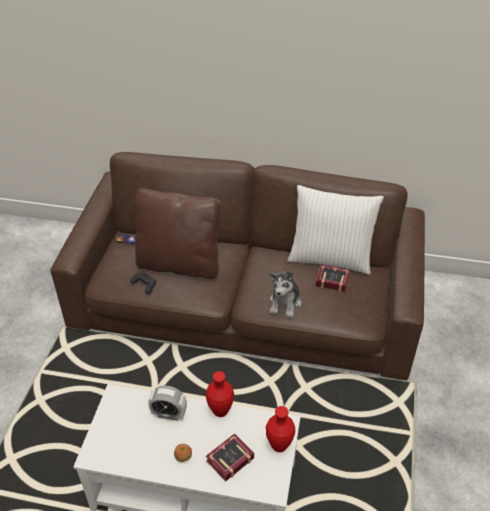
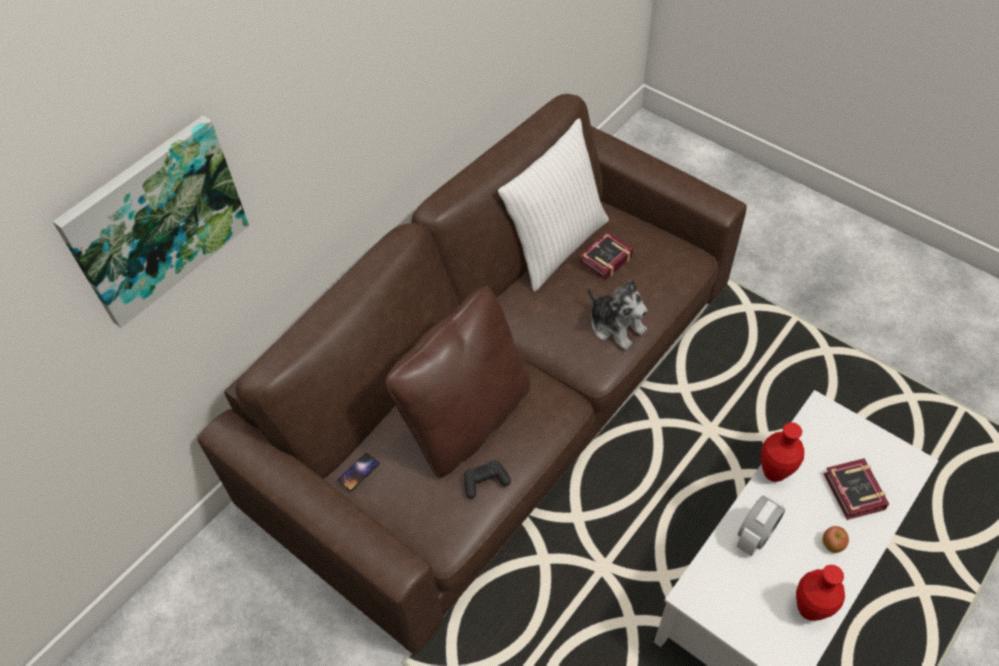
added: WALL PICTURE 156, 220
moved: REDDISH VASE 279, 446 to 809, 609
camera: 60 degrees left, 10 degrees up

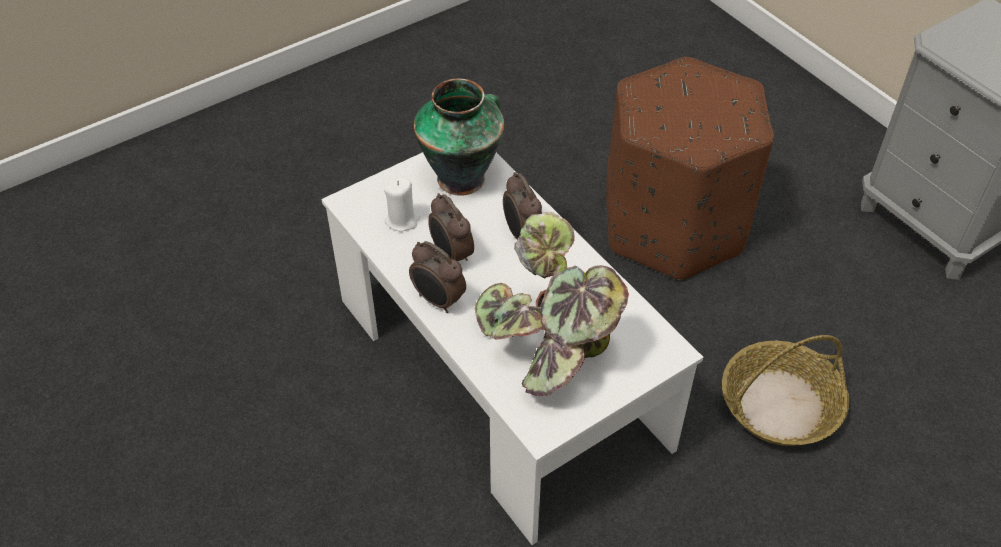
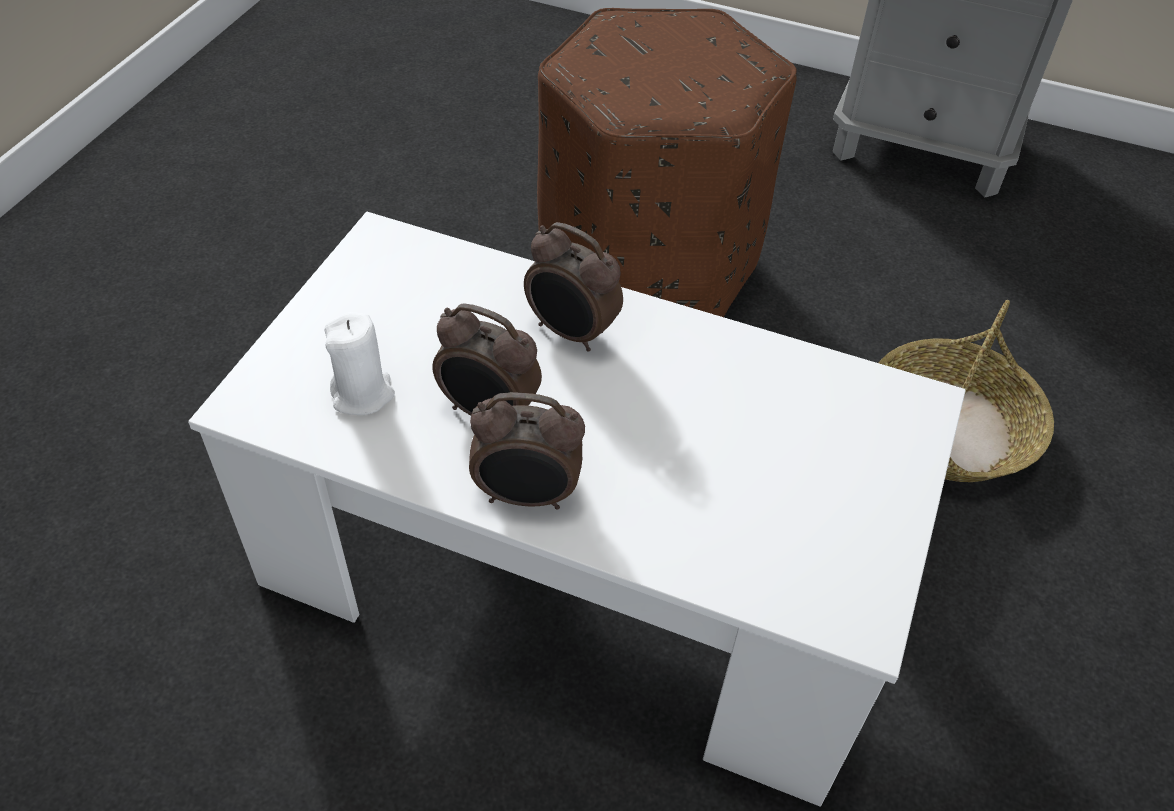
removed: VASE 463, 177; HOUSEPLANT 550, 346
camera: 35 degrees left, 0 degrees up

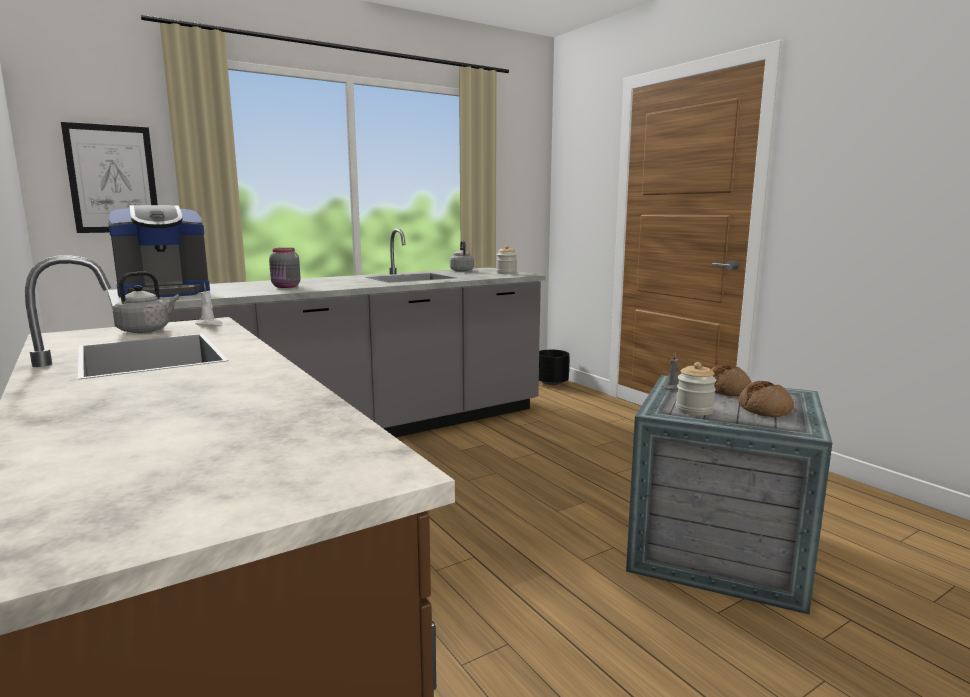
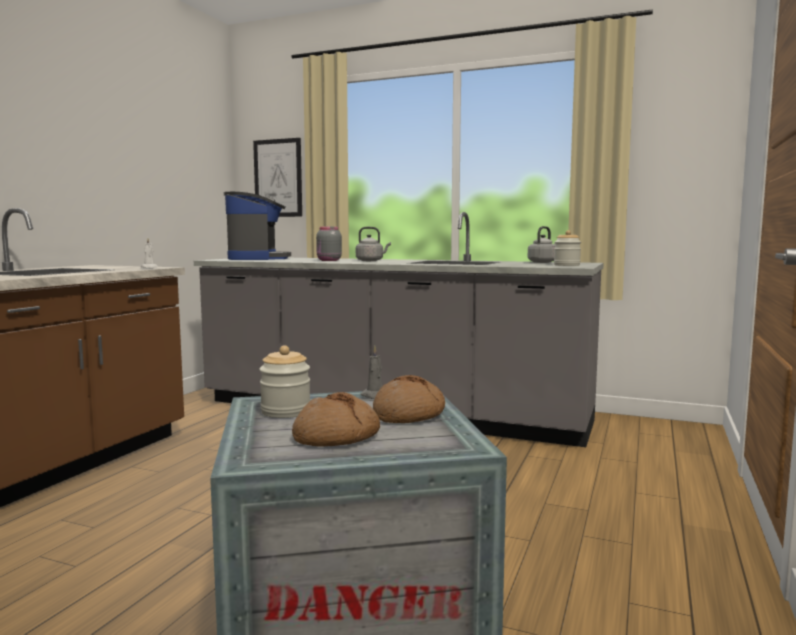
removed: BLACKISH FLOWER POT 552, 383
moved: GREYISH KETTLE 146, 330 to 371, 261
turned: COFFEE MAKER 165, 292 = 258, 258 120 degrees counterclockwise
camera: 55 degrees right, 5 degrees down

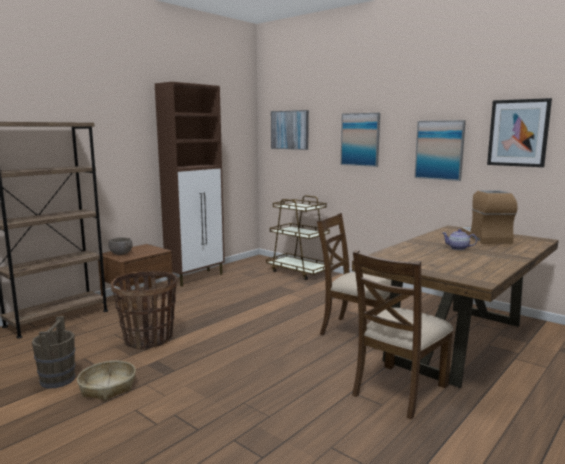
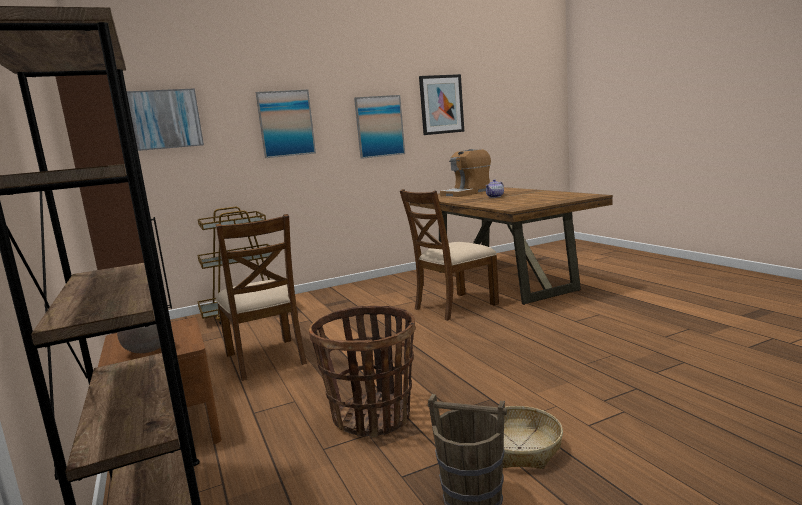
moved: BROWN UPRIGHT CHAIR 398, 390 to 266, 358
turned: COFFEE MAKER 485, 238 = 467, 193 60 degrees counterclockwise
camera: 65 degrees left, 0 degrees up

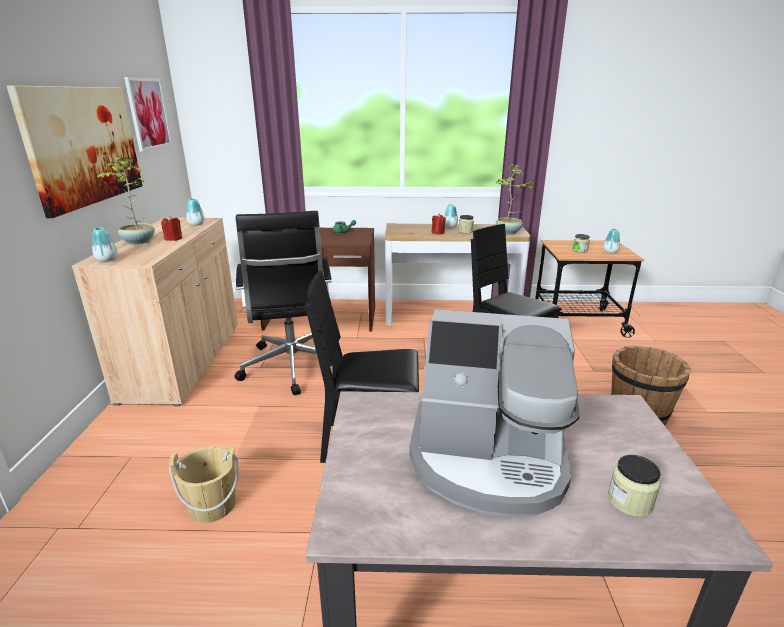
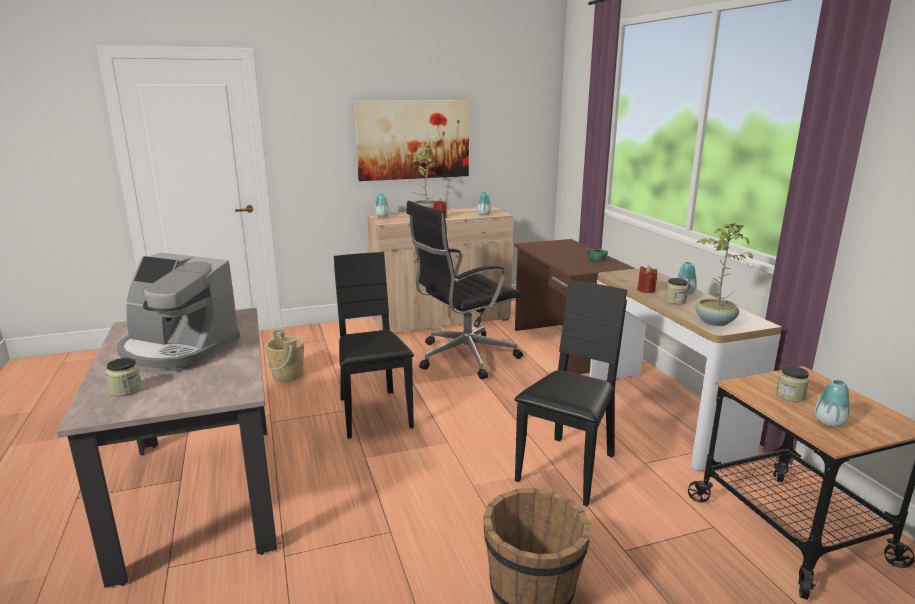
removed: WALL PICTURE 148, 114
turned: COFFEE MAKER 488, 458 = 178, 350 60 degrees counterclockwise
camera: 70 degrees right, 5 degrees down

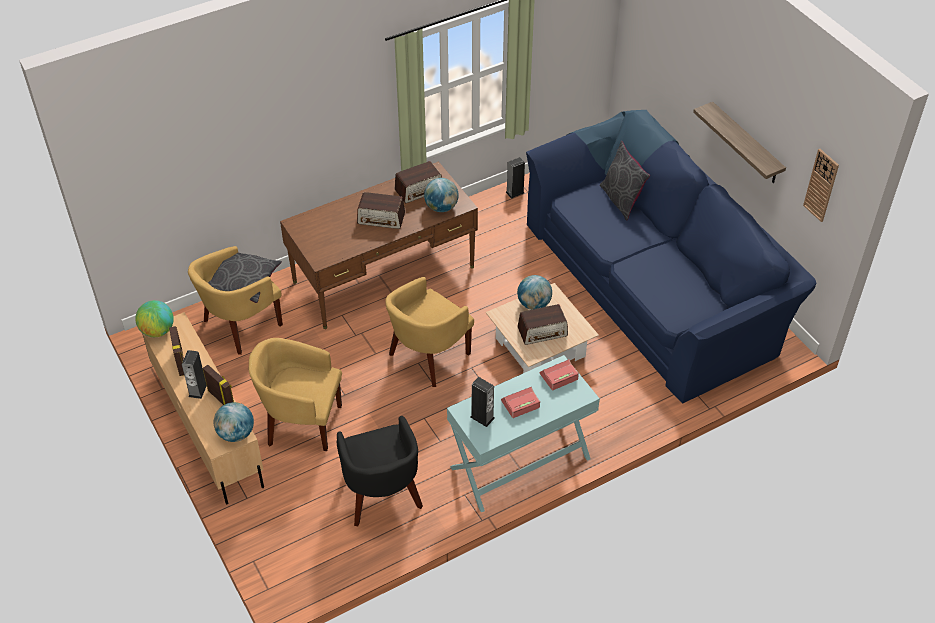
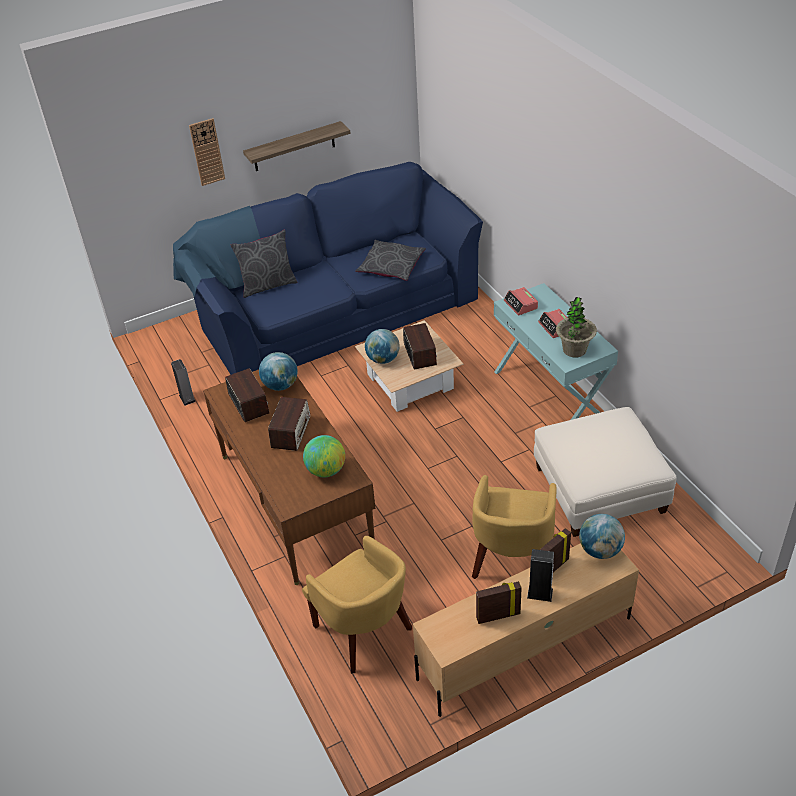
removed: YELLOWISH LOUNGE CHAIR 428, 357
moved: CLOCK ON THE WALL 821, 185 to 207, 152; GLOBE 157, 331 to 326, 470; GREYISH PILLOW 243, 281 to 391, 266
replaced: BLACKISH LOUNGE CHAIR 381, 495 to WHITE OTTOMAN 600, 489; SPEAKER 482, 417 to HOUSEPLANT 574, 350
camera: 85 degrees left, 5 degrees down

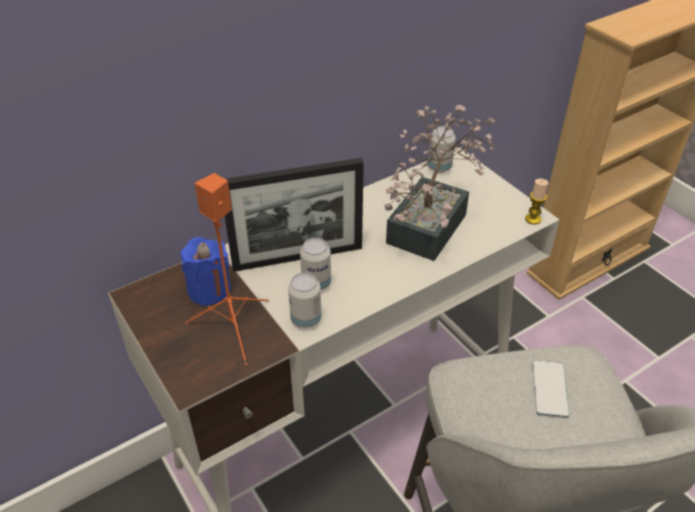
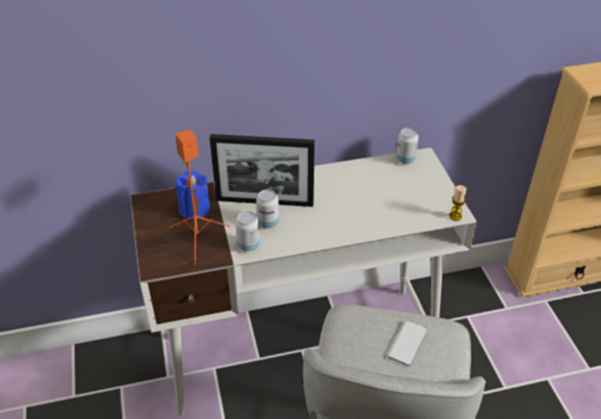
removed: HOUSEPLANT 432, 222
camera: 20 degrees right, 0 degrees up

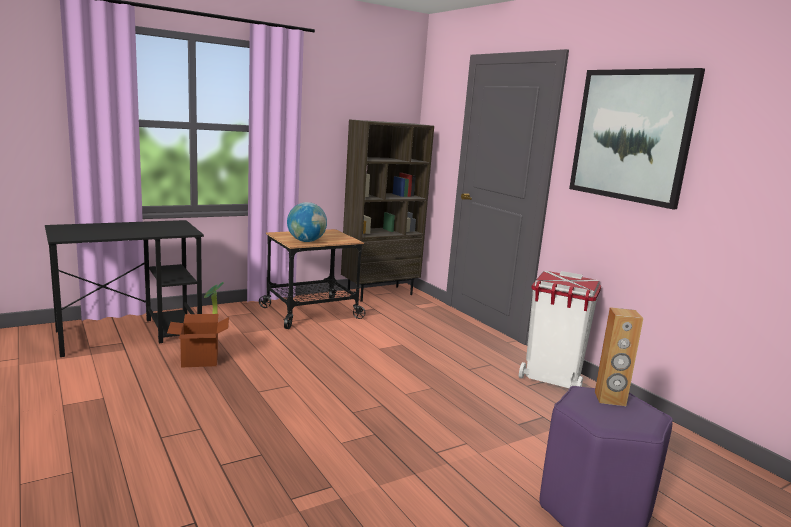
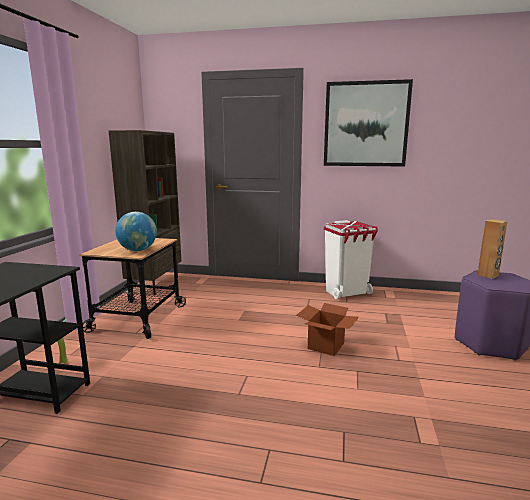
moved: CARTON 200, 360 to 326, 346
camera: 45 degrees left, 0 degrees up

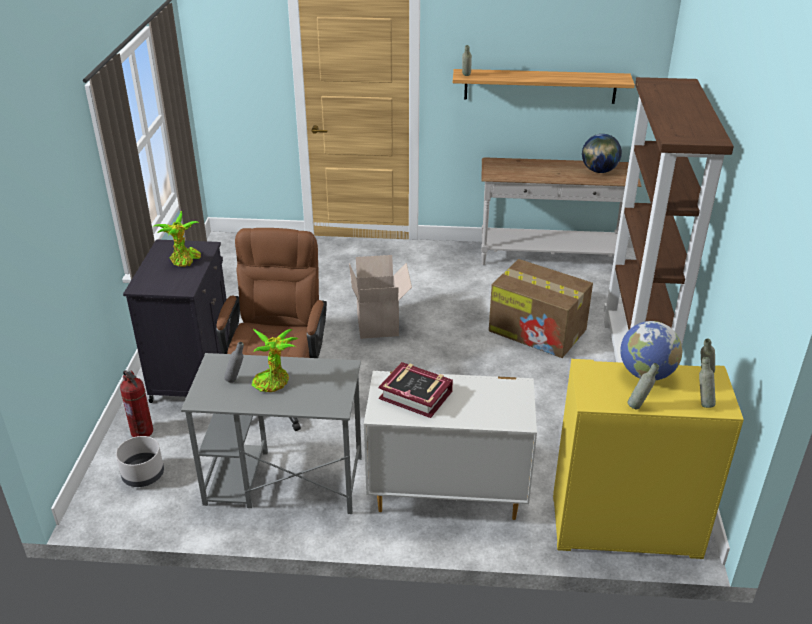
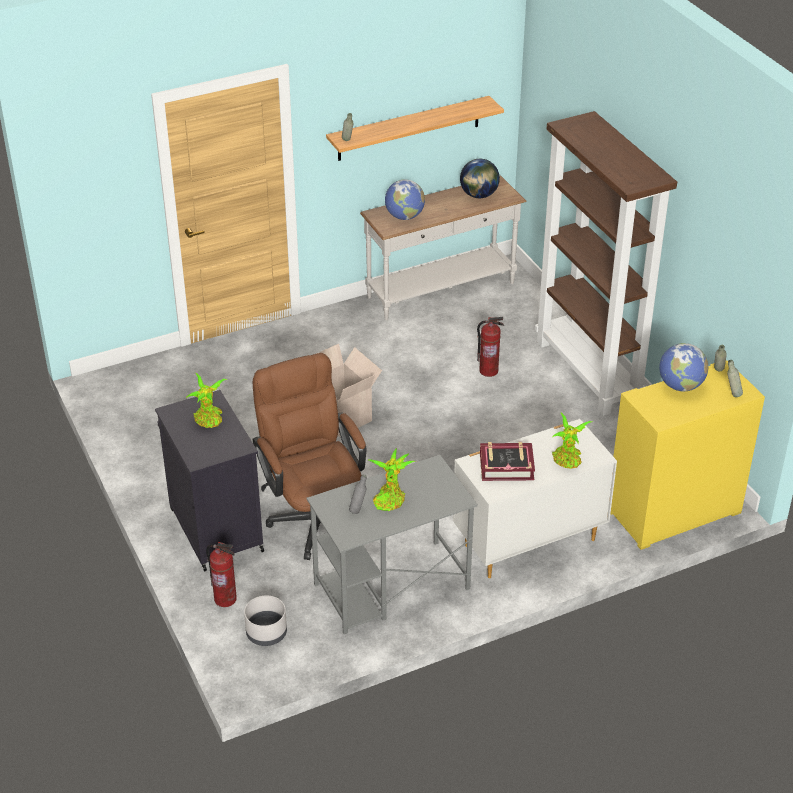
removed: GREYISH BEVERAGE BOTTLE 639, 406
added: GLOBE 404, 216; HOUSEPLANT 567, 460
replaced: CARTON 538, 331 to EXTINGUISHER 489, 371
camera: 30 degrees left, 5 degrees up

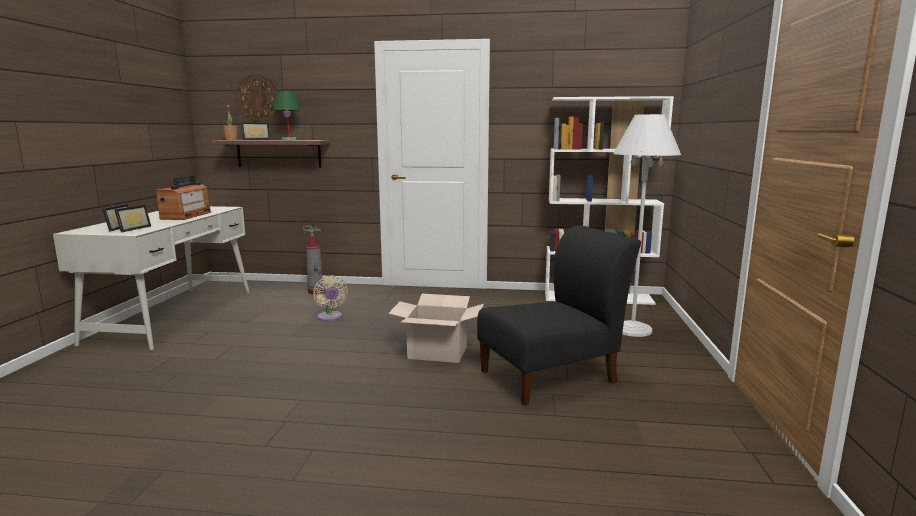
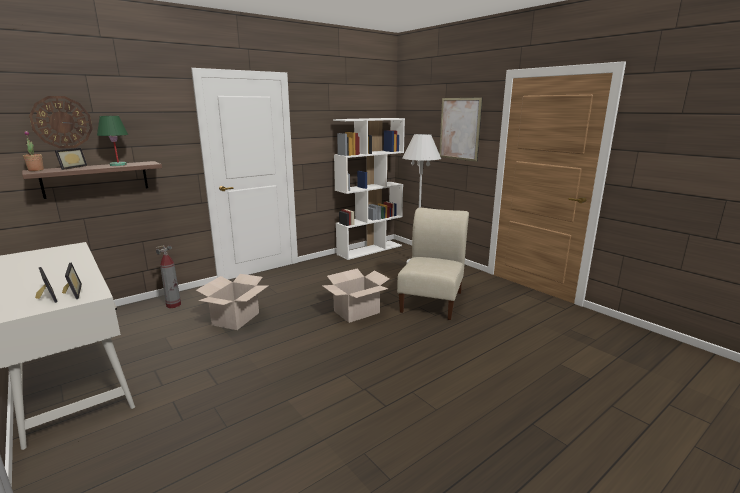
removed: RADIO RECEIVER 186, 215
added: WALL PICTURE 459, 129
replaced: BEIGE COOLING FAN 330, 317 to CARTON 235, 318
recoloured: BLACKISH UPRIGHT CHAIR 552, 376 to BEIGE UPRIGHT CHAIR 432, 300
camera: 45 degrees left, 5 degrees up

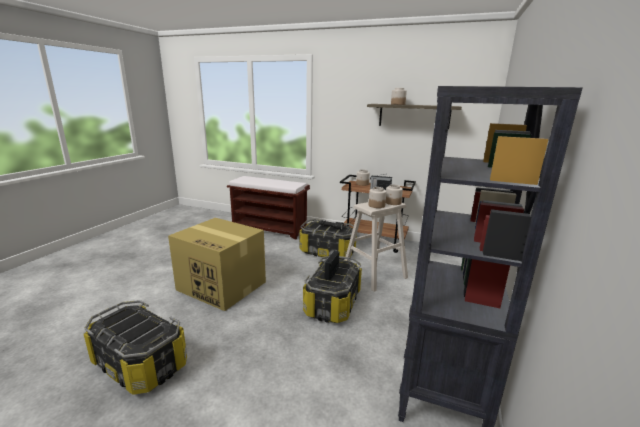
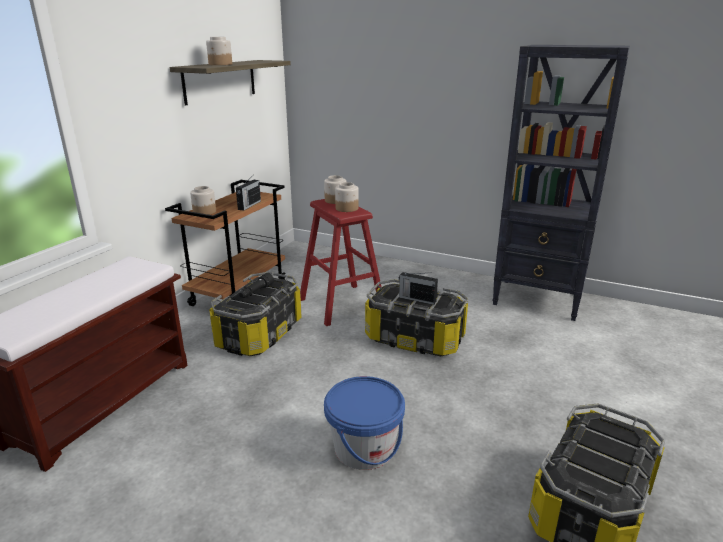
replaced: CARTON 222, 286 to BLUE PAIL 364, 448
recoloured: BEIGE STOOL SEAT 374, 274 to REDDISH STOOL SEAT 341, 304
camera: 85 degrees left, 5 degrees up

